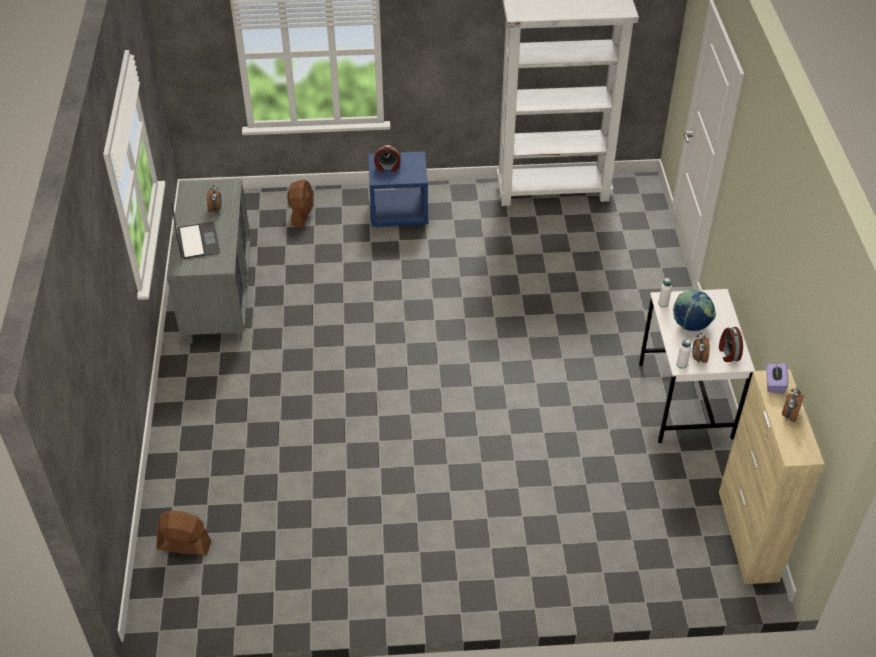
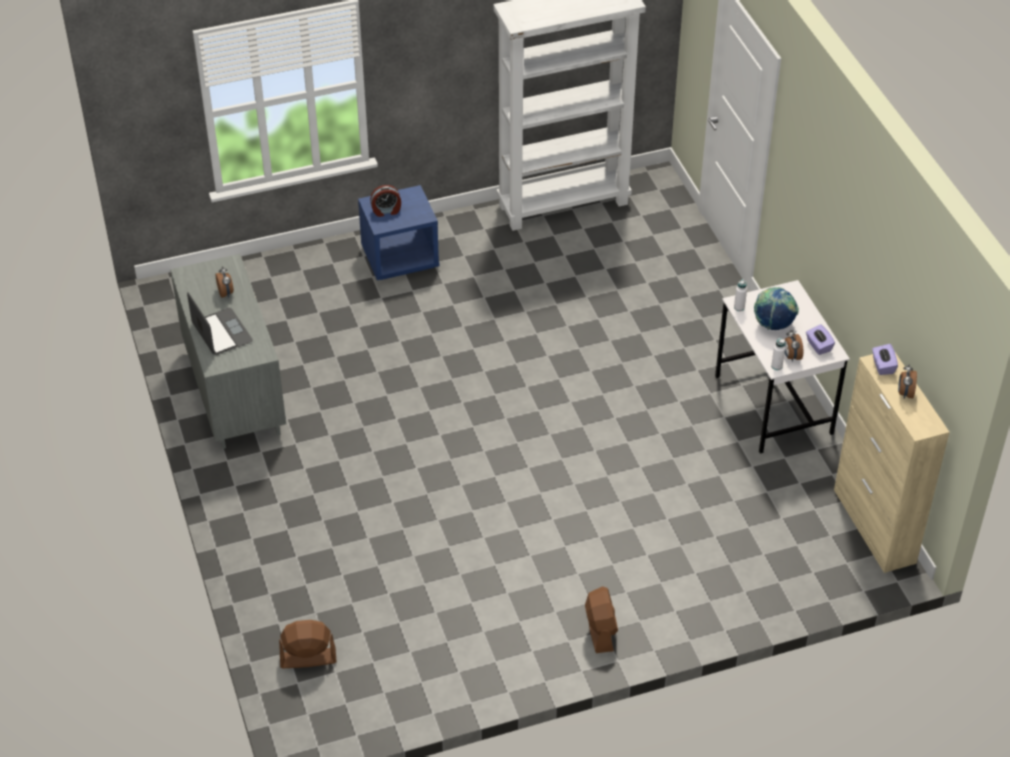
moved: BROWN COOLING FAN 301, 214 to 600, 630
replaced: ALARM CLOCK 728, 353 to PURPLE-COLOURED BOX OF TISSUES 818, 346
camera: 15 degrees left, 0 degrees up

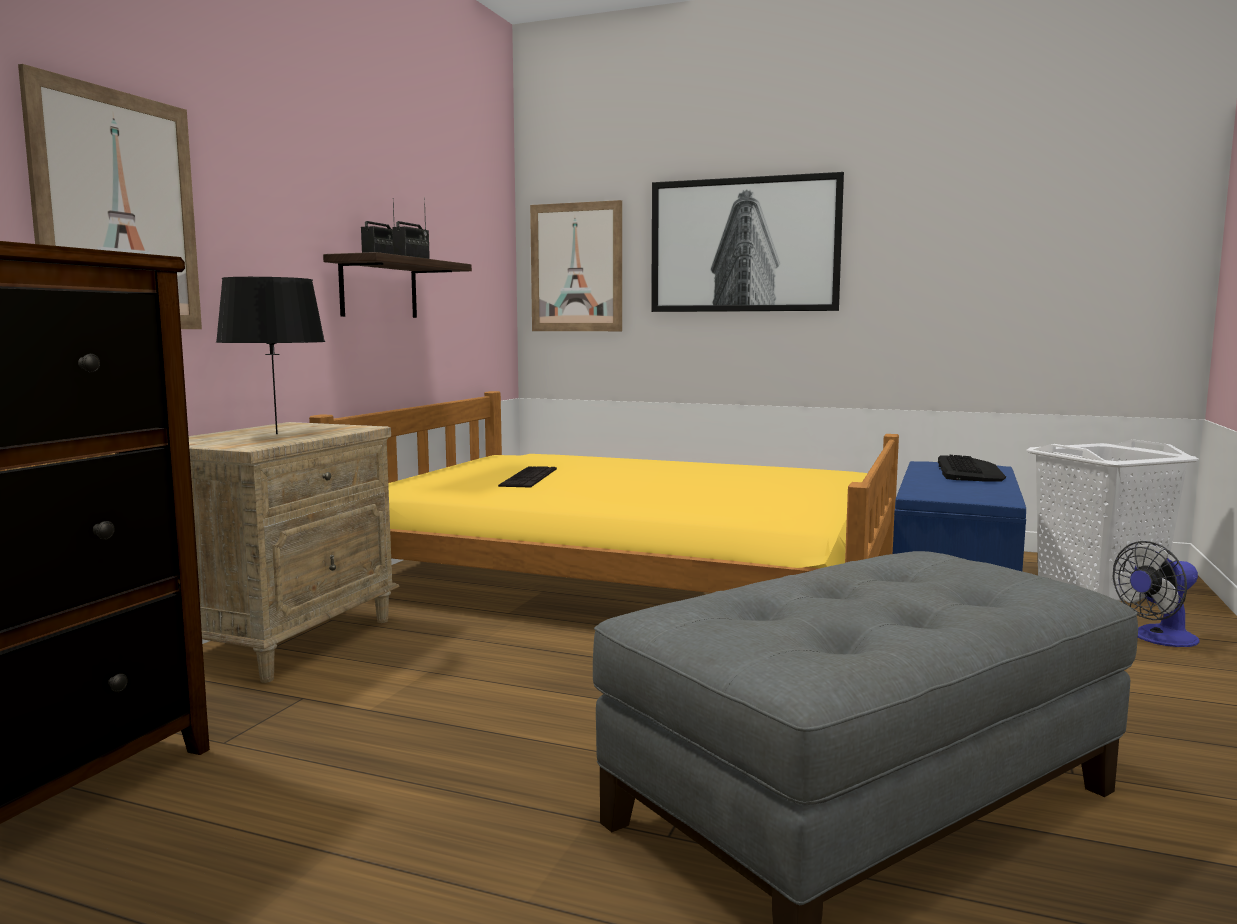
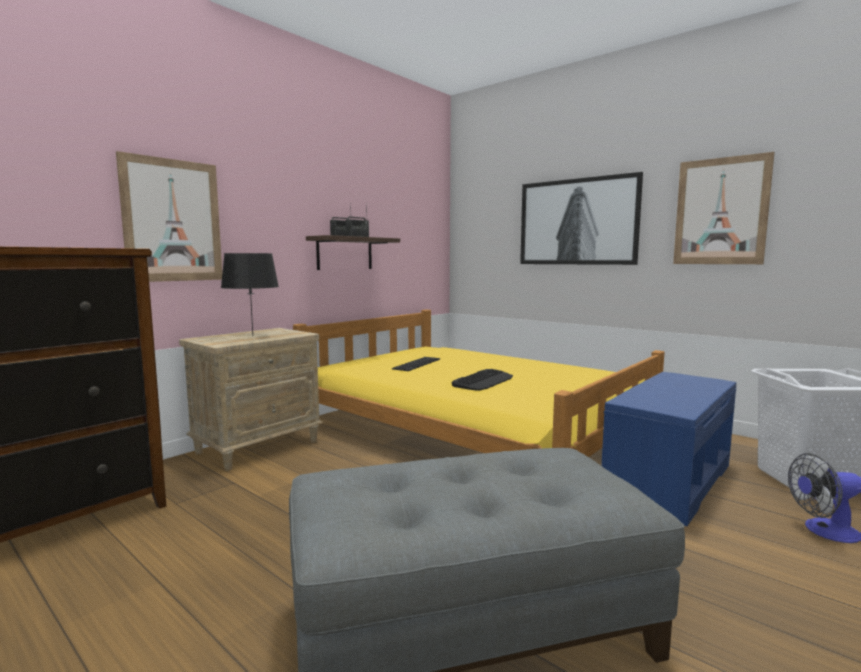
moved: PC KEYBOARD 968, 471 to 483, 381; WALL PICTURE 576, 267 to 720, 211
camera: 20 degrees right, 0 degrees up

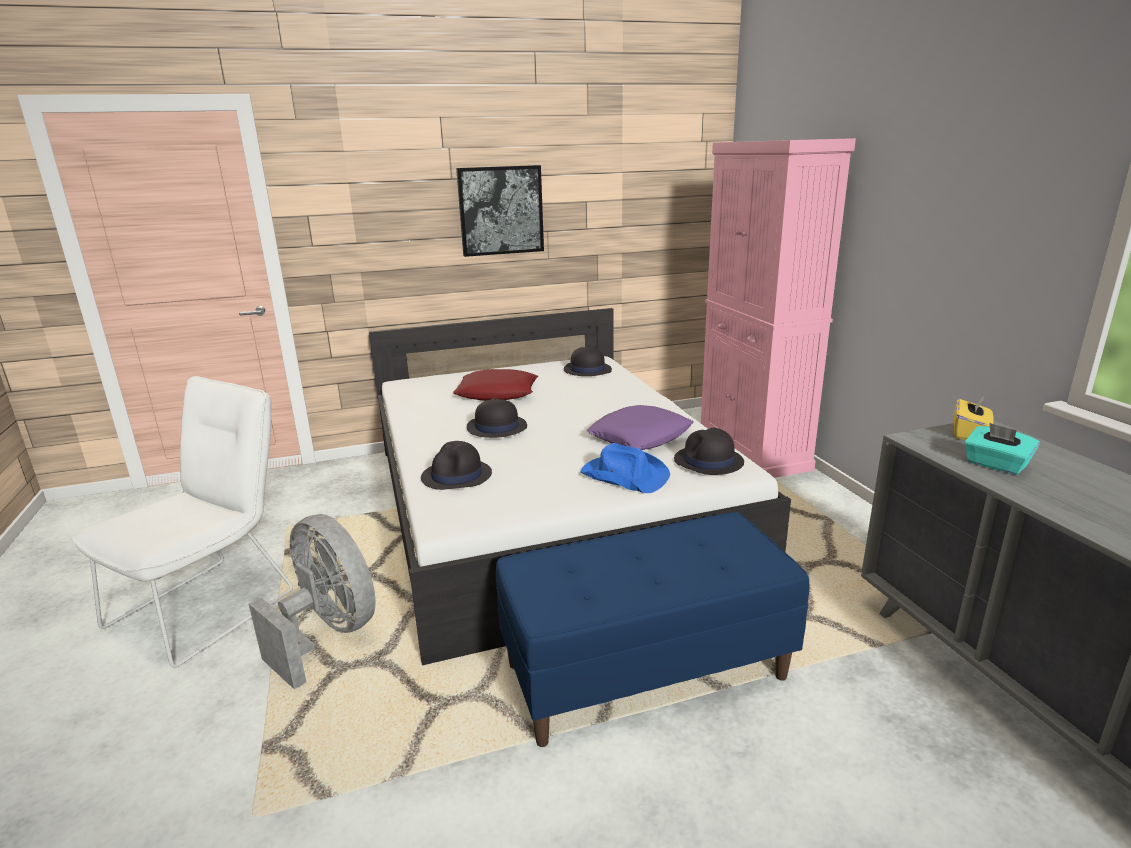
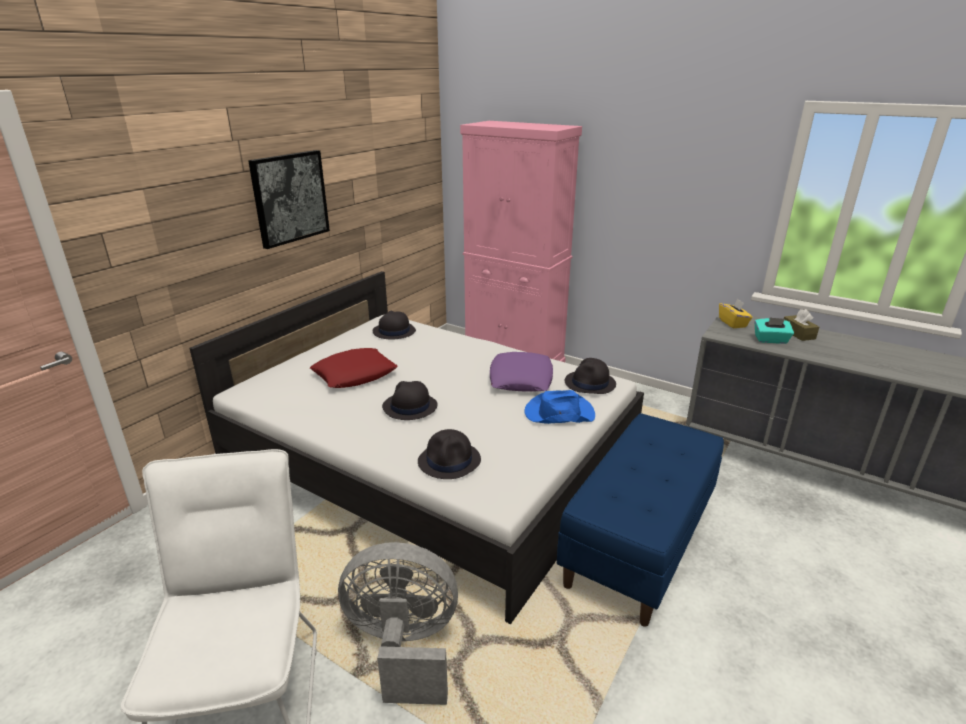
added: BROWN BOX OF TISSUES 798, 333
camera: 40 degrees left, 5 degrees up

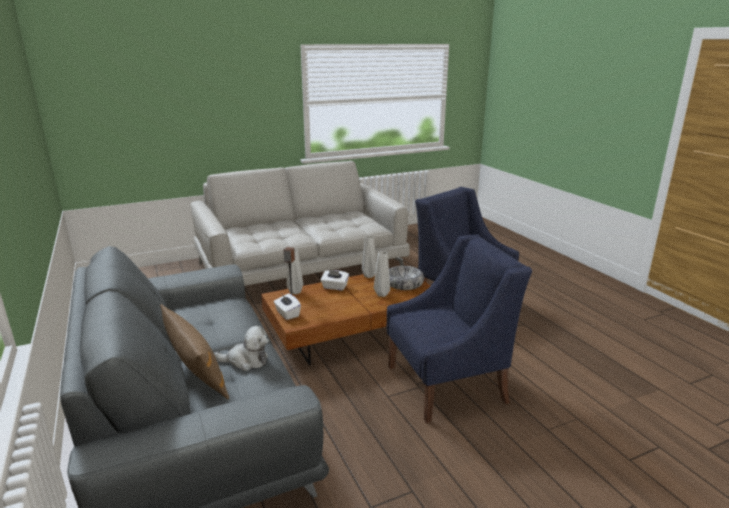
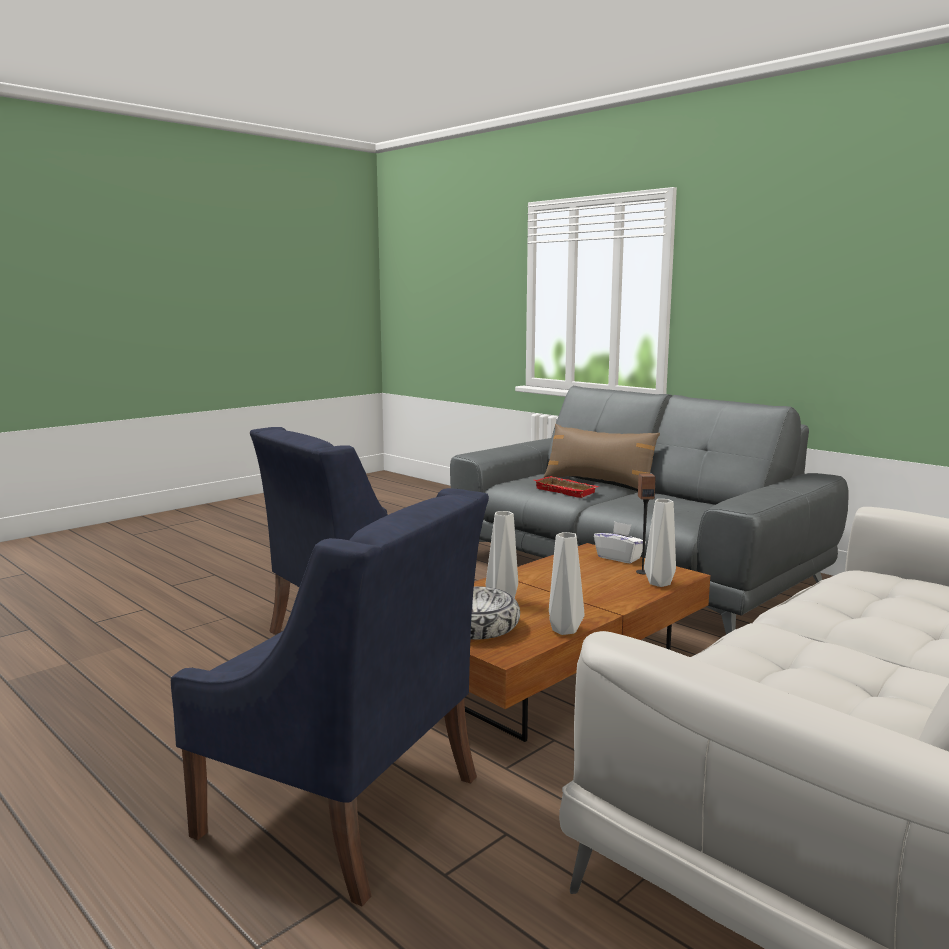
removed: WHITE BOX OF TISSUES 335, 287
replaced: SOFT TOY 246, 361 to REDDISH CARRYING TRAY 567, 491
camera: 160 degrees right, 10 degrees down

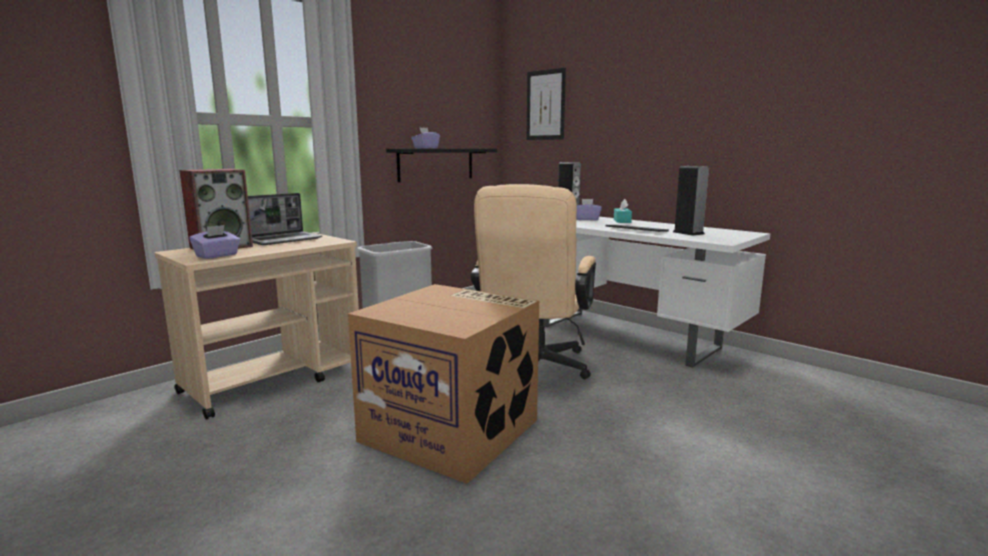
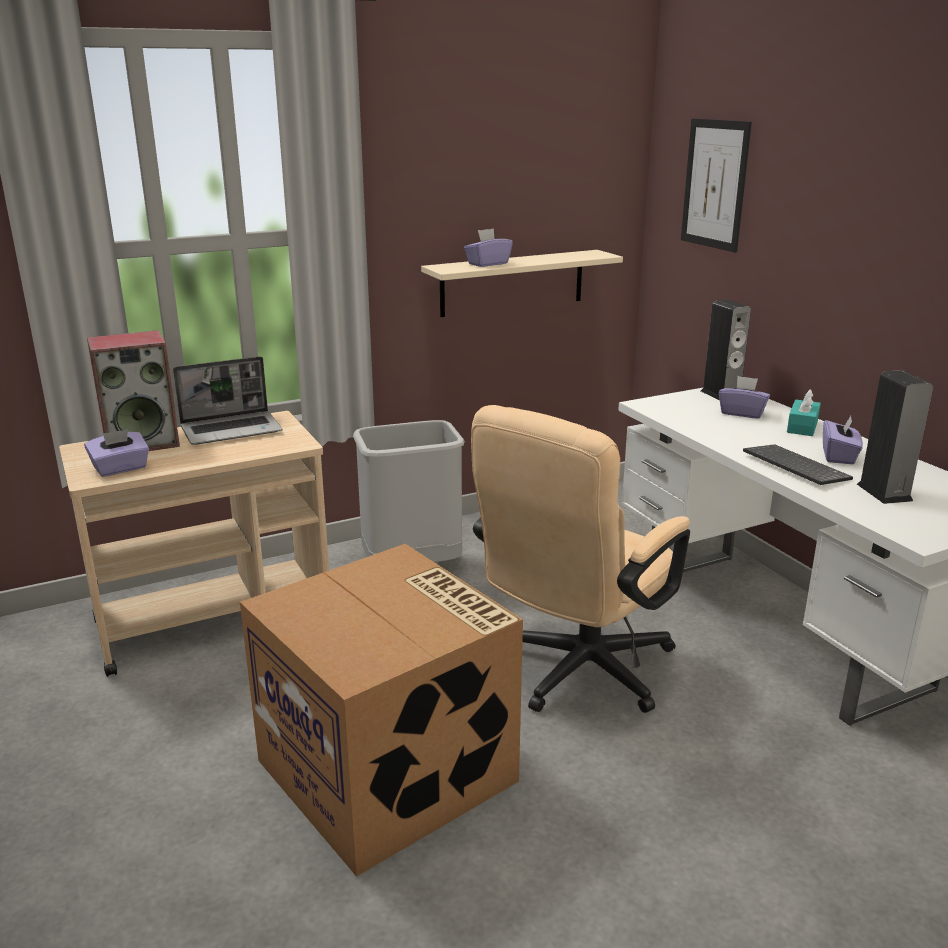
added: PURPLE-COLOURED BOX OF TISSUES 839, 456
recoloured: BLACKISH BRACKET SHELF 436, 164 to BEIGE BRACKET SHELF 512, 283
camera: 20 degrees right, 10 degrees up

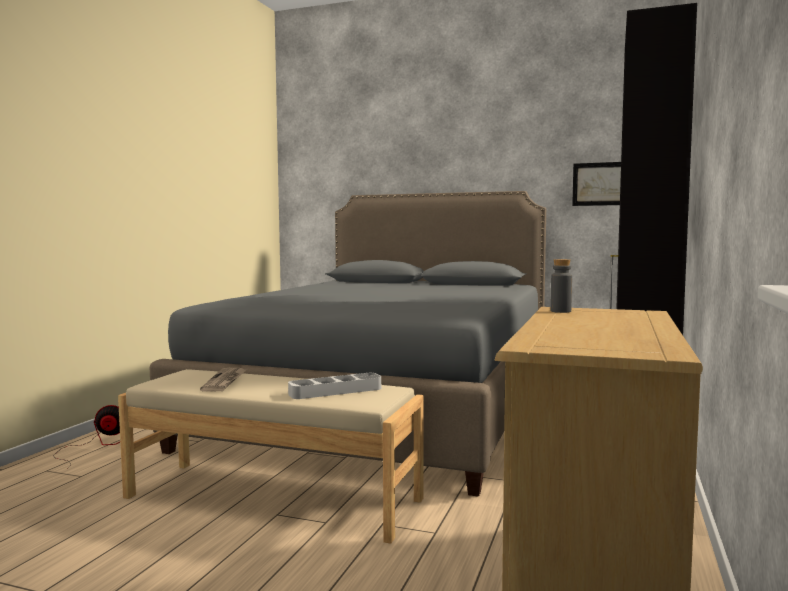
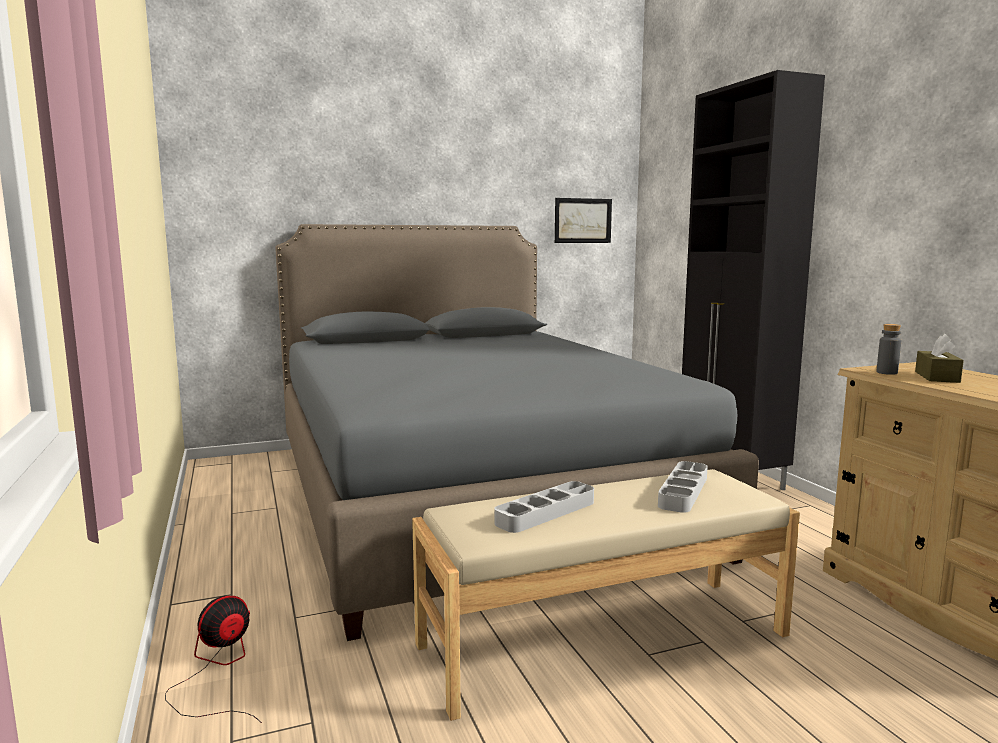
added: BROWN BOX OF TISSUES 937, 377
replaced: NEWSPAPER 225, 381 to GREYISH CARRYING TRAY 546, 512
camera: 40 degrees left, 5 degrees up

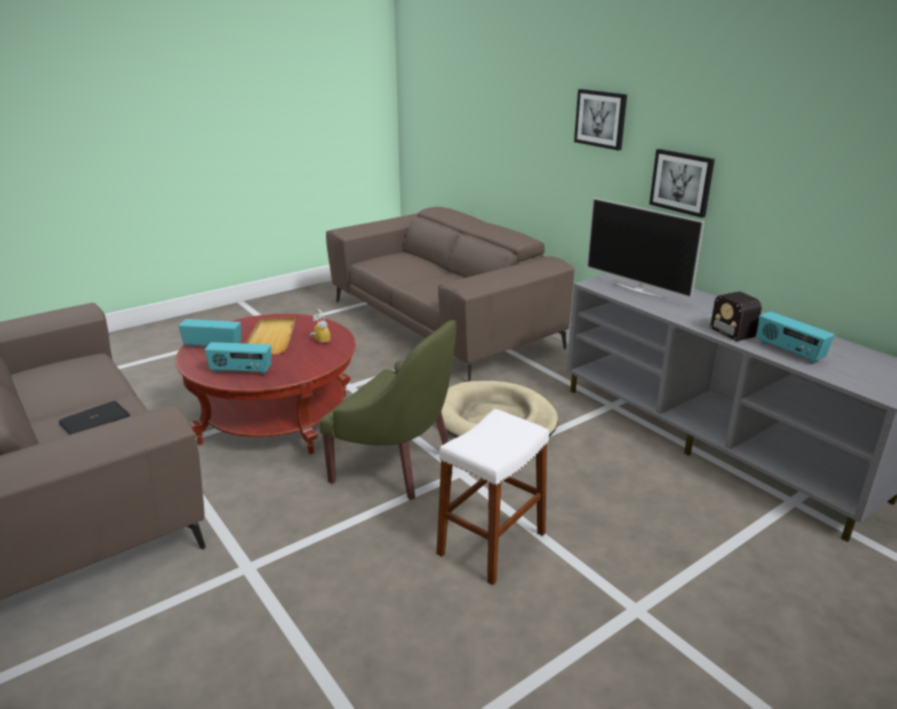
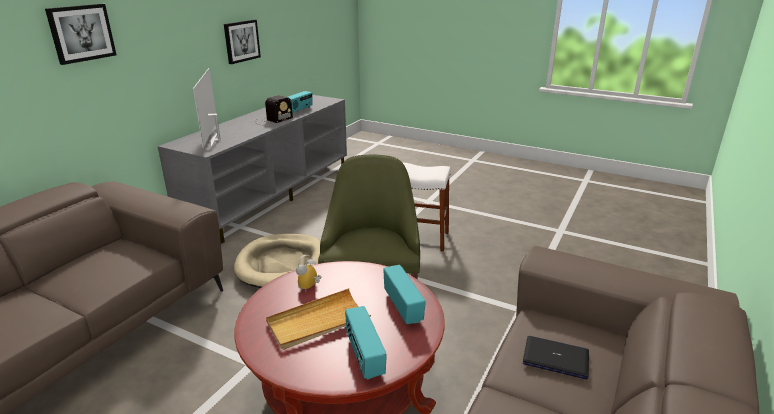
moved: WALL PICTURE 682, 182 to 241, 41
turned: TV SET 638, 290 = 215, 140 150 degrees clockwise
camera: 115 degrees left, 0 degrees up

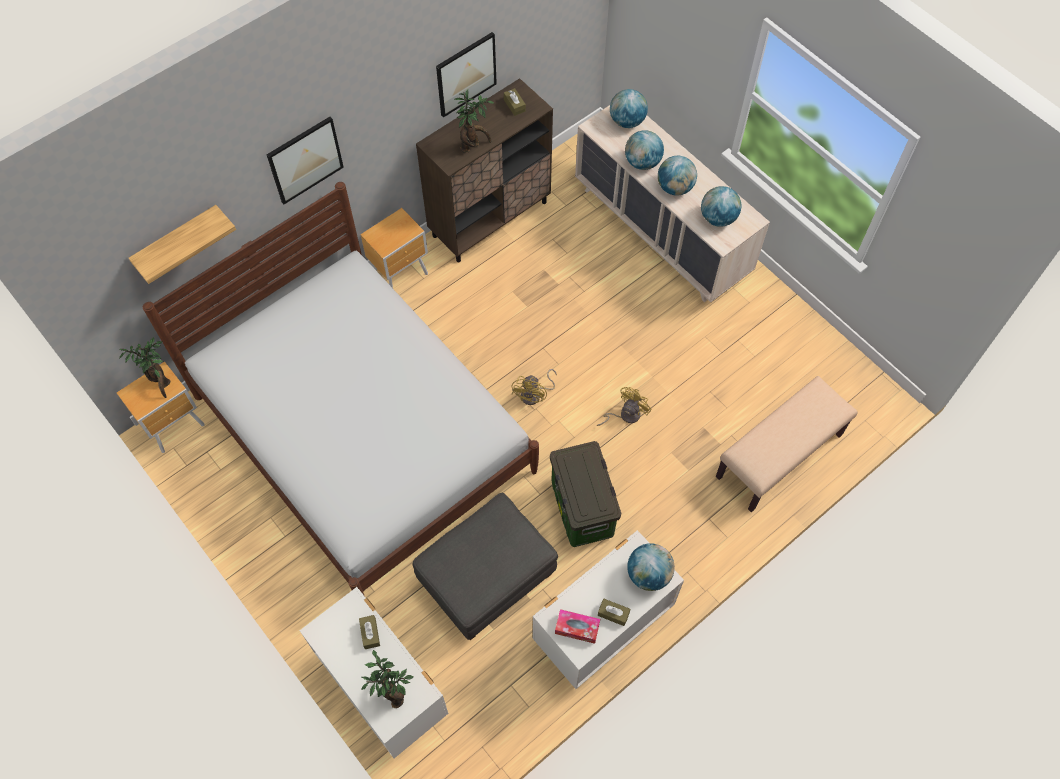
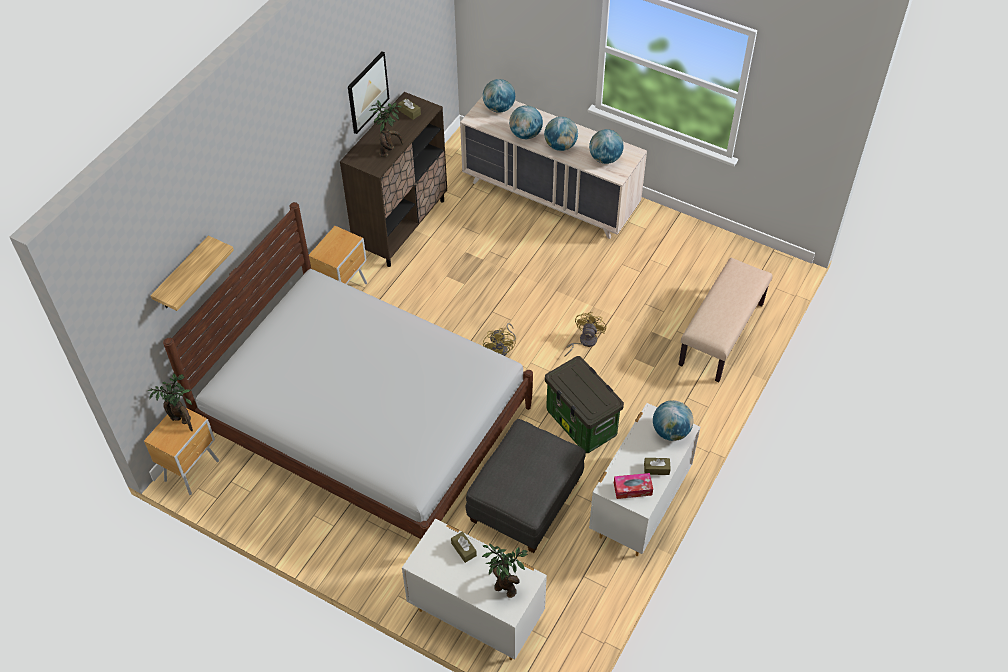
removed: WALL PICTURE 305, 160
camera: 20 degrees left, 10 degrees down

